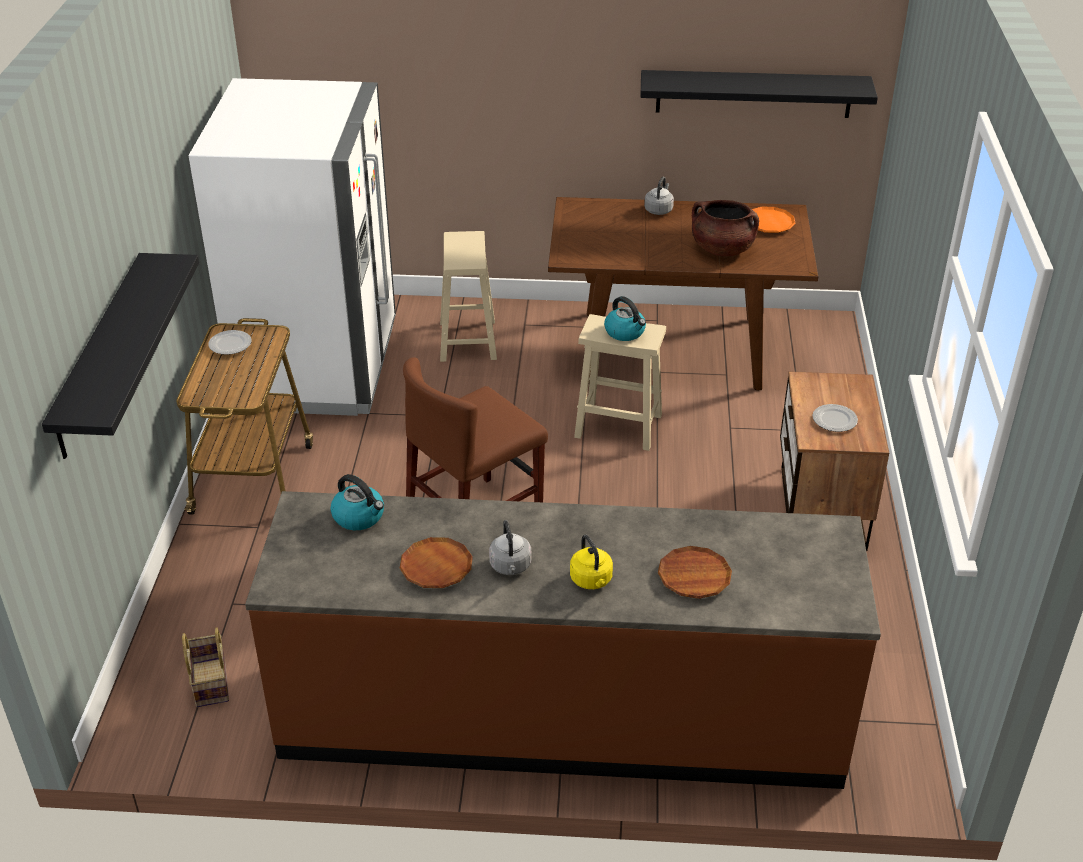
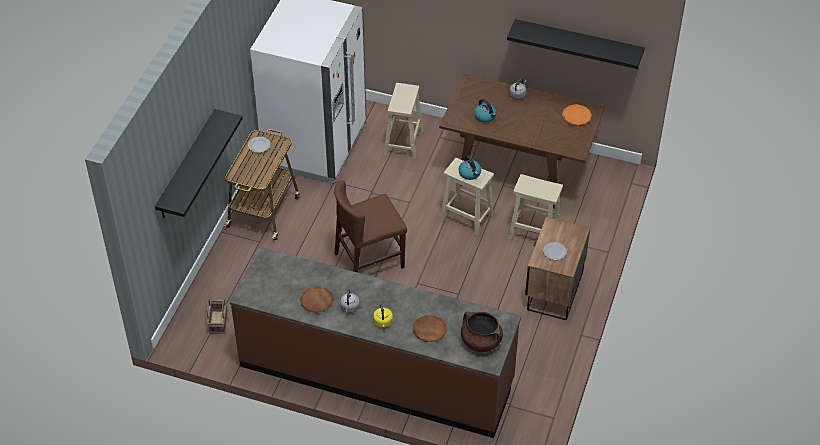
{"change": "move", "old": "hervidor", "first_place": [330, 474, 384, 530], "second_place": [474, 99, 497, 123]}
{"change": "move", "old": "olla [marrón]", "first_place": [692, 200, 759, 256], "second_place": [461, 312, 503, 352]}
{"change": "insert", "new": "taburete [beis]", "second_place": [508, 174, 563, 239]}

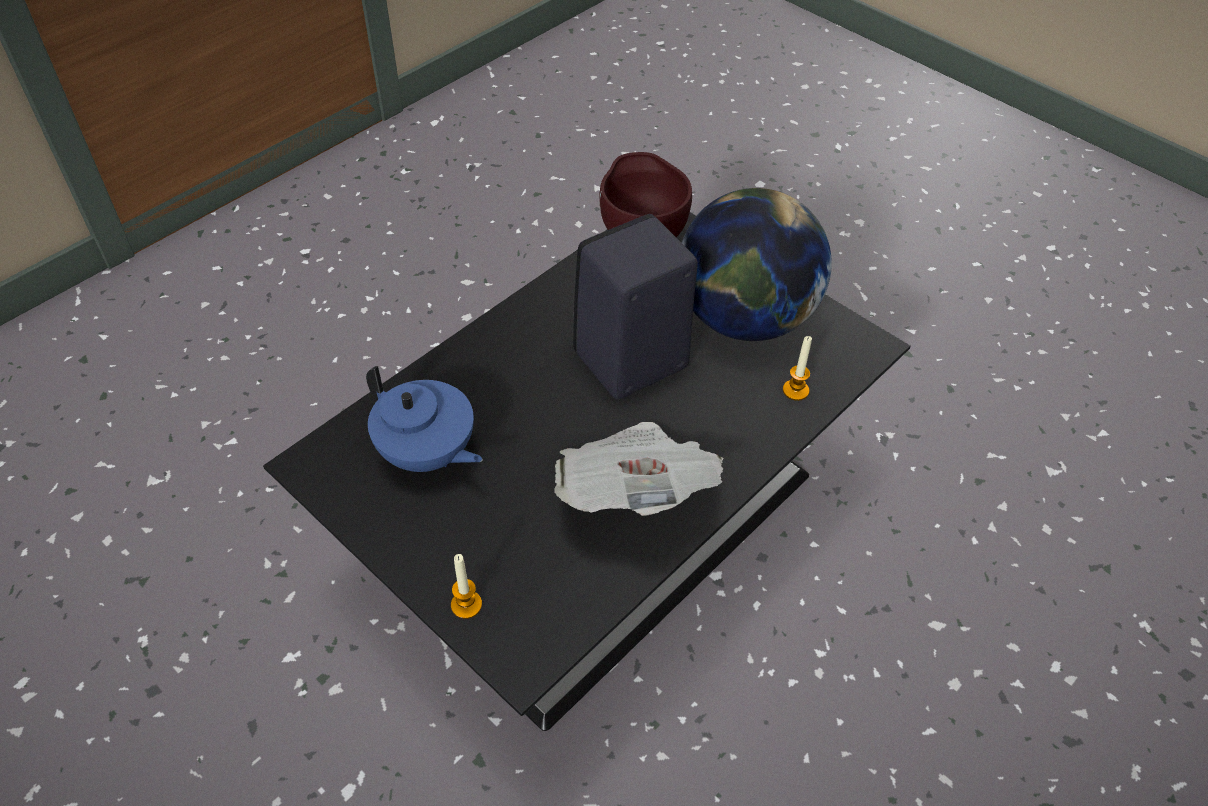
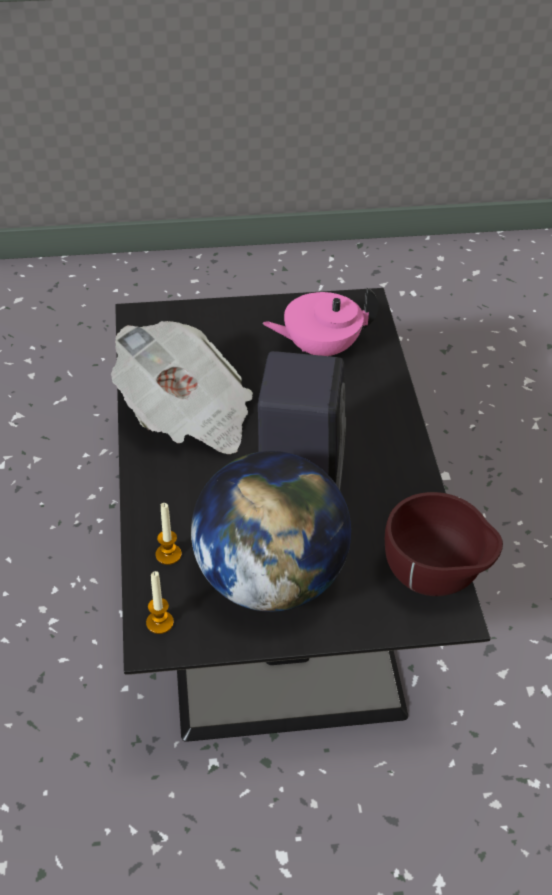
{"change": "recolor", "old": "tetera [azul]", "new": "tetera [rosa]", "first_place": [366, 366, 483, 472], "second_place": [263, 287, 379, 356]}
{"change": "move", "old": "vela", "first_place": [451, 554, 482, 619], "second_place": [146, 571, 174, 634]}

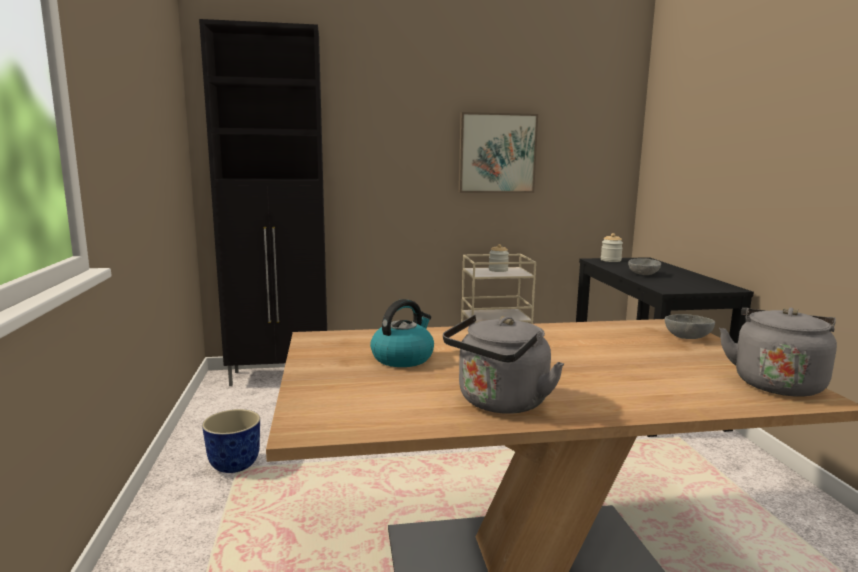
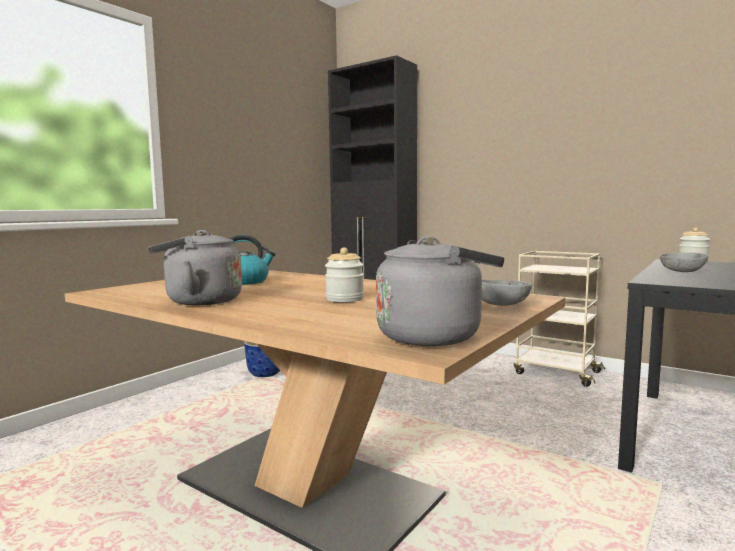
{"change": "delete", "old": "cuadro", "first_place": [459, 112, 538, 193]}
{"change": "move", "old": "tarro", "first_place": [489, 244, 509, 272], "second_place": [325, 247, 364, 302]}

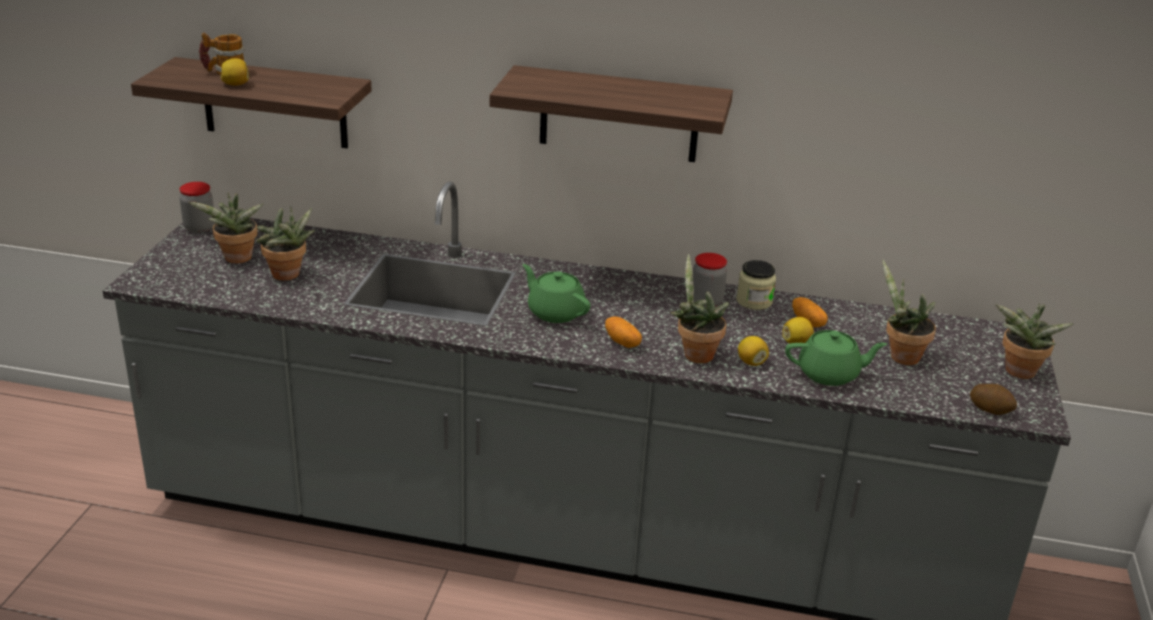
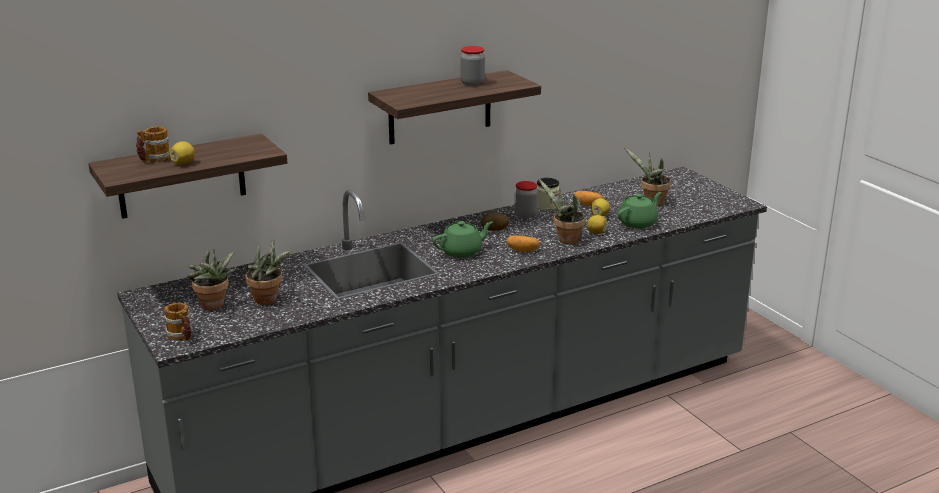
{"change": "move", "old": "tarro", "first_place": [179, 182, 215, 233], "second_place": [460, 46, 485, 86]}
{"change": "rotate", "old": "tetera [verde]", "first_place": [523, 264, 591, 323], "second_place": [432, 221, 493, 258], "degrees": 150}
{"change": "move", "old": "patata", "first_place": [970, 384, 1017, 415], "second_place": [481, 213, 510, 231]}
{"change": "delete", "old": "planta en maceta", "first_place": [995, 303, 1074, 379]}
{"change": "insert", "new": "taza grande", "second_place": [164, 302, 193, 341]}

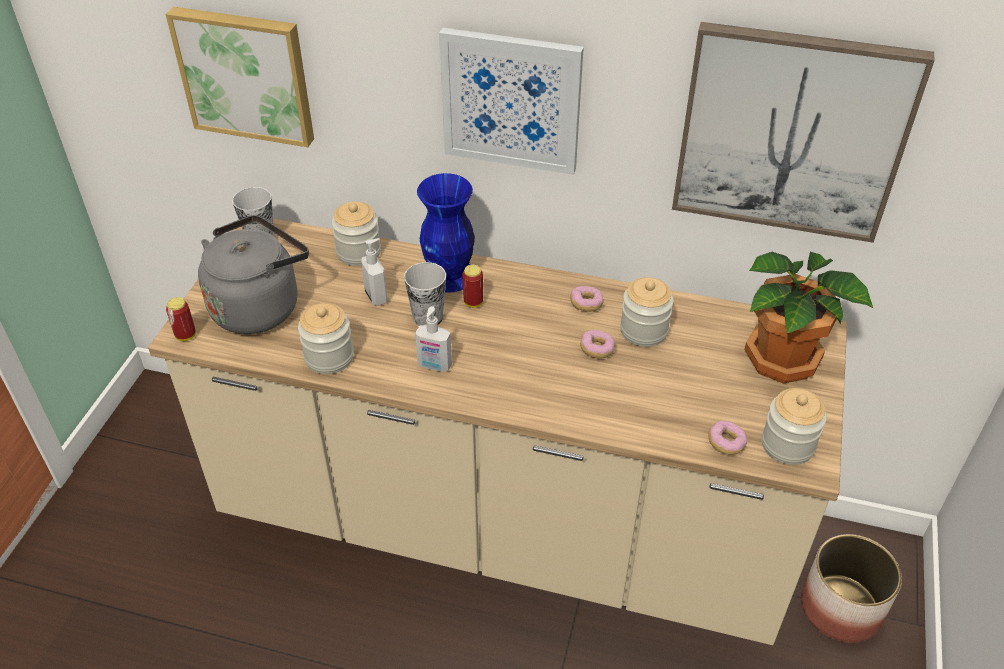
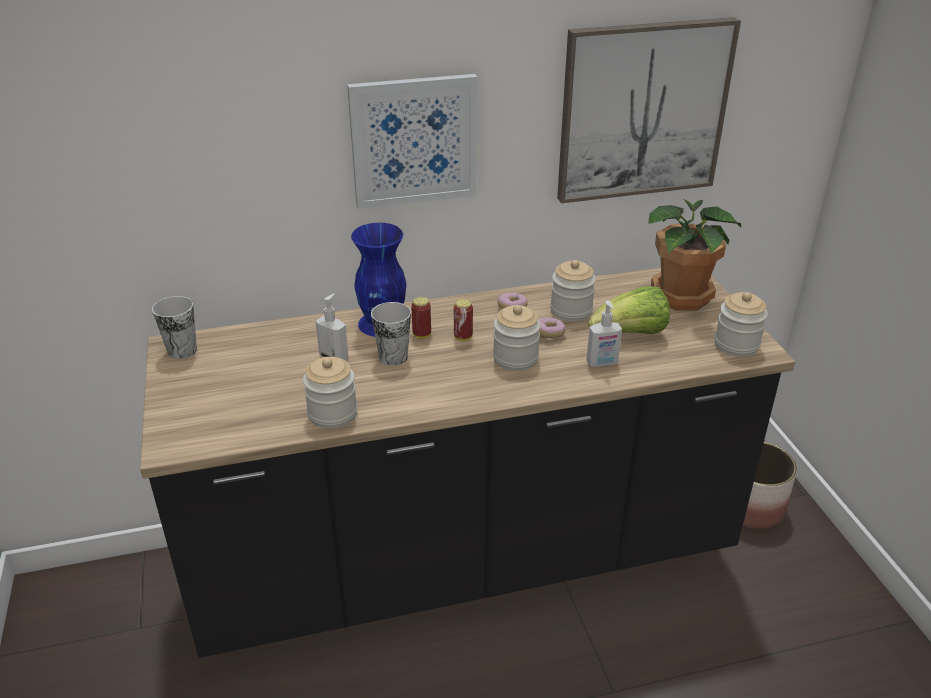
{"change": "recolor", "old": "mueble bajo de cocina [beis]", "new": "mueble bajo de cocina [negro]", "first_place": [148, 219, 847, 645], "second_place": [140, 267, 795, 658]}
{"change": "delete", "old": "cuadro", "first_place": [166, 7, 314, 147]}
{"change": "move", "old": "lata", "first_place": [166, 297, 196, 341], "second_place": [454, 299, 473, 341]}
{"change": "delete", "old": "hervidor [gris]", "first_place": [198, 215, 309, 334]}
{"change": "move", "old": "tarro", "first_place": [332, 202, 381, 266], "second_place": [493, 305, 541, 371]}
{"change": "move", "old": "dispensador de jabón", "first_place": [415, 306, 452, 372], "second_place": [586, 300, 622, 367]}
{"change": "delete", "old": "rosquilla", "first_place": [708, 421, 747, 455]}
{"change": "insert", "new": "lechuga", "second_place": [588, 287, 670, 334]}

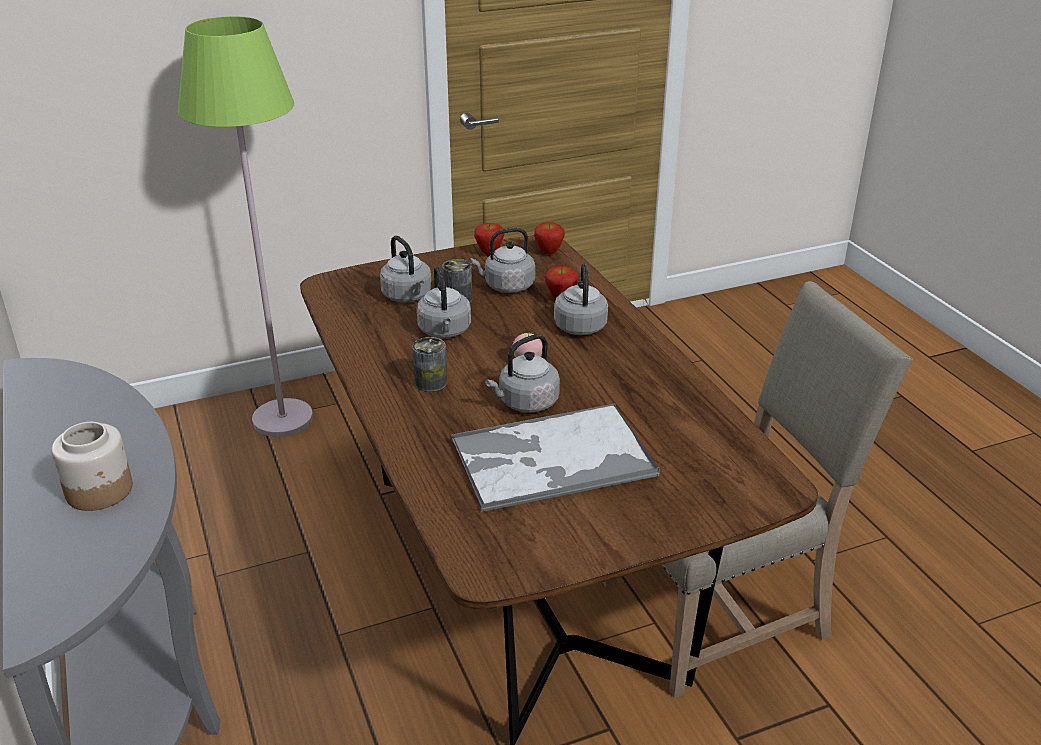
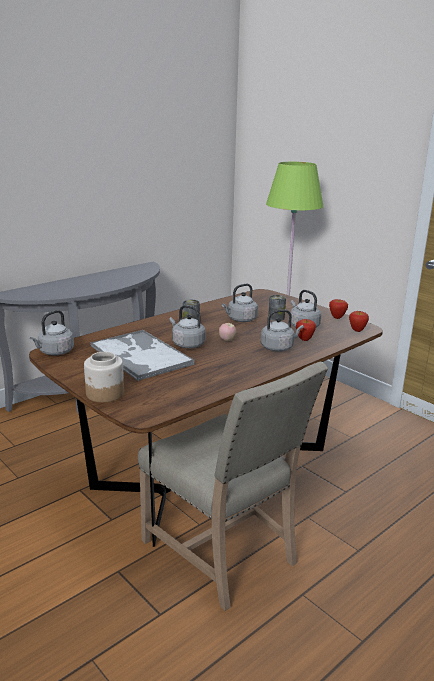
{"change": "move", "old": "tarro", "first_place": [51, 422, 133, 511], "second_place": [84, 352, 124, 403]}
{"change": "move", "old": "hervidor [gris]", "first_place": [380, 236, 432, 303], "second_place": [30, 310, 74, 355]}

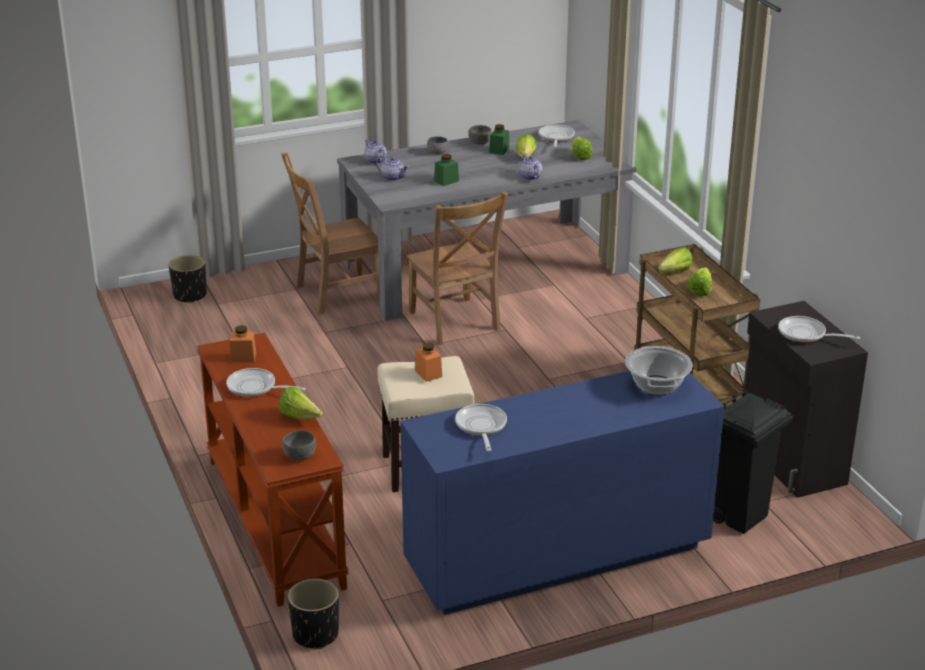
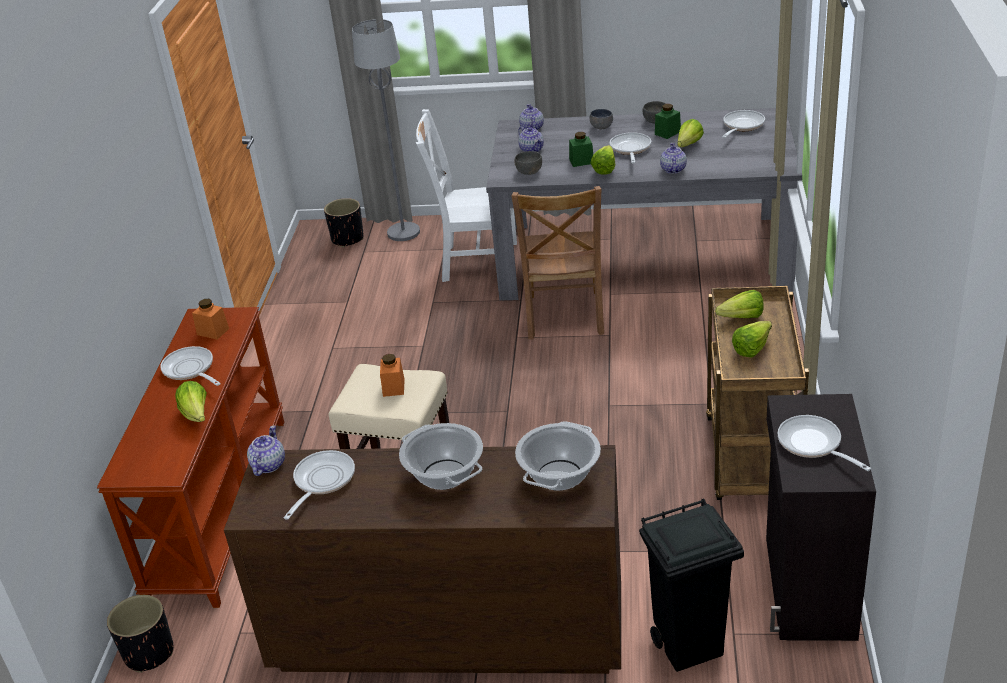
{"change": "recolor", "old": "silla [marrón]", "new": "silla [blanco]", "first_place": [281, 153, 380, 315], "second_place": [416, 109, 517, 282]}
{"change": "move", "old": "cuenco [gris]", "first_place": [282, 430, 316, 461], "second_place": [515, 151, 542, 175]}
{"change": "recolor", "old": "cómoda [azul]", "new": "cómoda [marrón]", "first_place": [400, 371, 724, 615], "second_place": [224, 445, 621, 674]}
{"change": "move", "old": "lechuga", "first_place": [572, 136, 593, 160], "second_place": [591, 145, 616, 175]}
{"change": "insert", "new": "tetera", "second_place": [247, 425, 285, 476]}
{"change": "insert", "new": "lámpara de pie [gris]", "second_place": [352, 19, 420, 241]}
{"change": "insert", "new": "olla", "second_place": [399, 423, 483, 490]}
{"change": "insert", "new": "sartén", "second_place": [609, 132, 651, 163]}

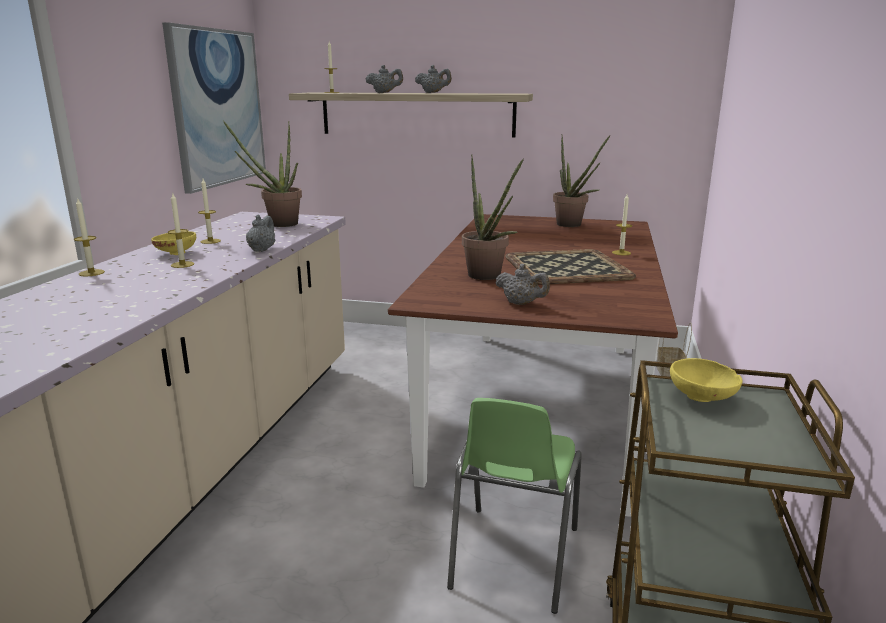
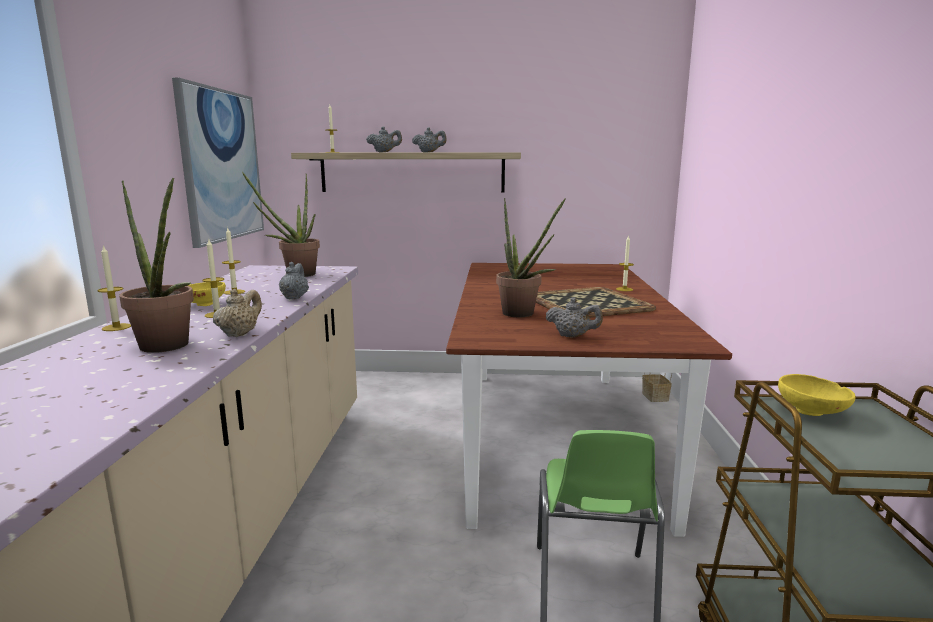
{"change": "move", "old": "planta en maceta", "first_place": [553, 135, 610, 227], "second_place": [119, 178, 194, 353]}
{"change": "insert", "new": "tetera [beis]", "second_place": [213, 289, 262, 337]}

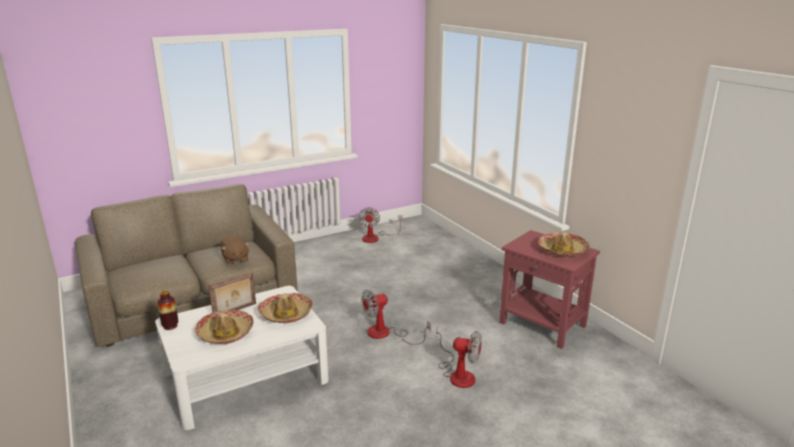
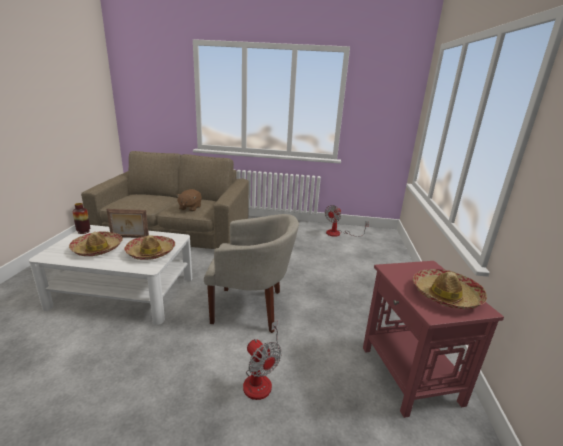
{"change": "replace", "old": "ventilador", "new": "sillón [beis]", "first_place": [361, 290, 431, 345], "second_place": [204, 214, 299, 333]}

